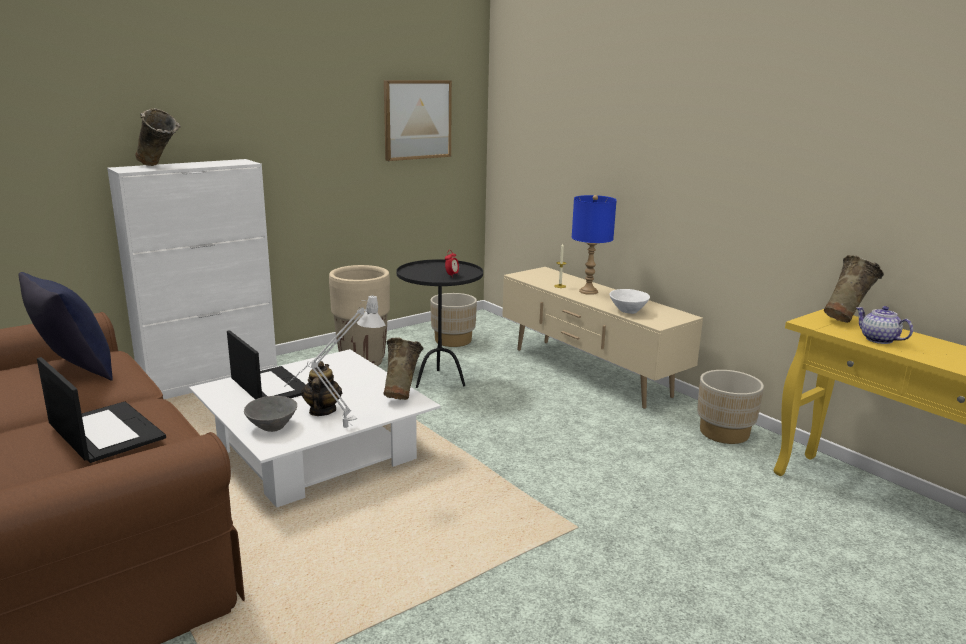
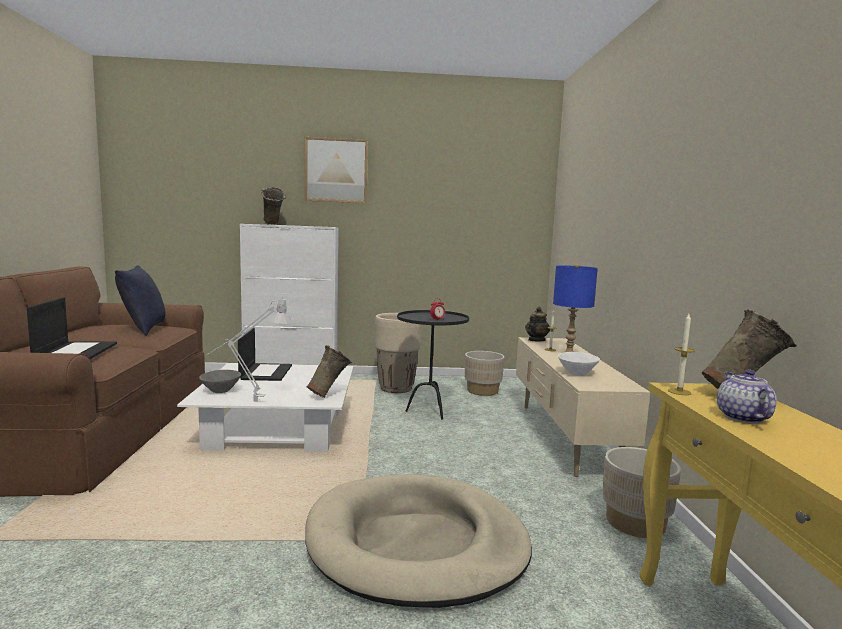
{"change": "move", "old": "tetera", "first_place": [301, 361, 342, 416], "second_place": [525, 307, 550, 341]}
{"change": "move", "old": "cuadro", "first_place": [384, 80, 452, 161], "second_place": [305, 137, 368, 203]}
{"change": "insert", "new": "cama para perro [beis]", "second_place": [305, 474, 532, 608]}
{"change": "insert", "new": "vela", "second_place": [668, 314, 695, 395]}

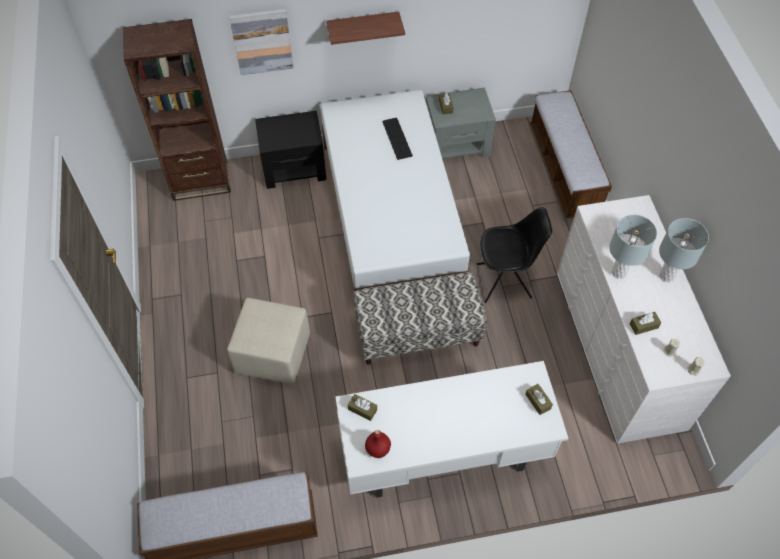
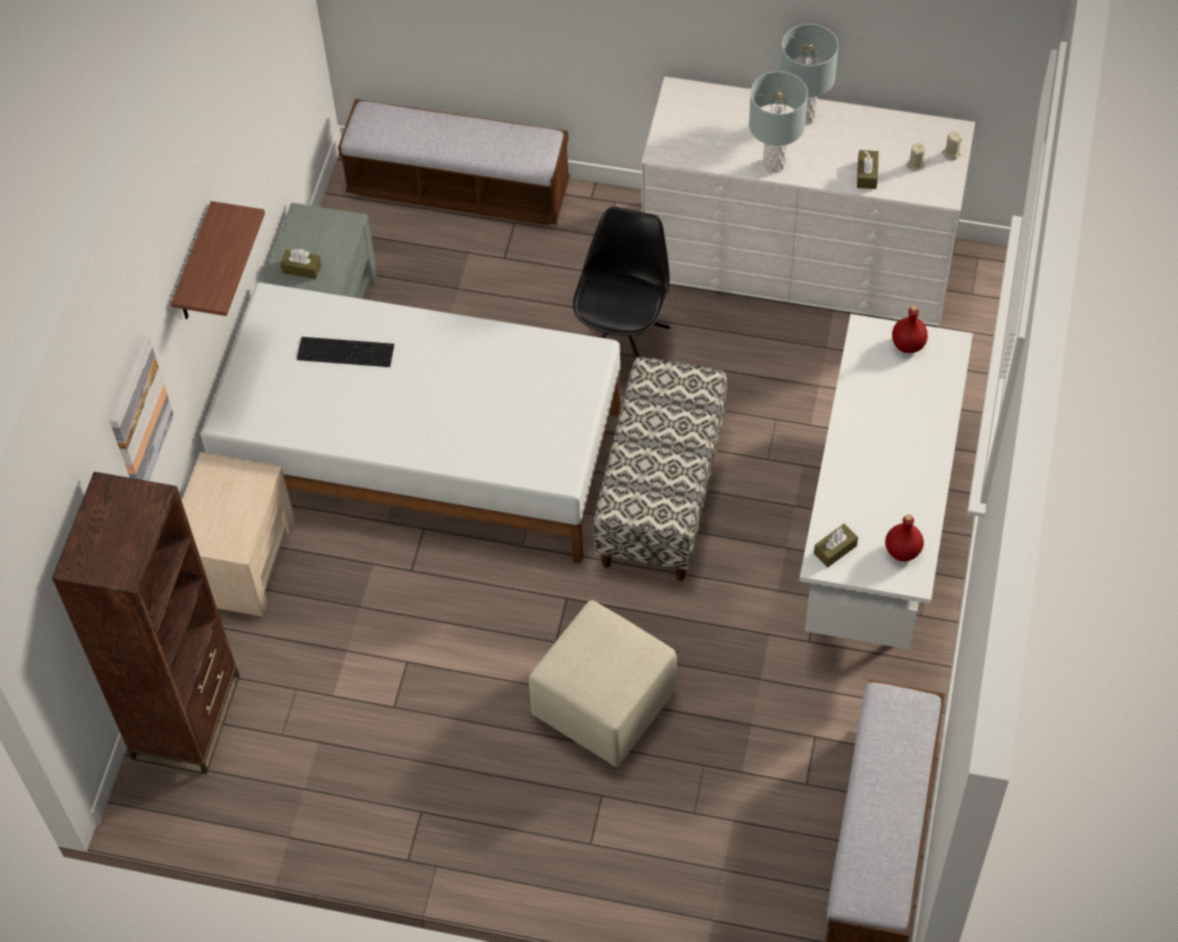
{"change": "recolor", "old": "mesita de noche [negro]", "new": "mesita de noche [beis]", "first_place": [255, 111, 326, 189], "second_place": [182, 452, 295, 616]}
{"change": "replace", "old": "caja de pañuelos [marrón]", "new": "botella [rojo]", "first_place": [525, 384, 553, 415], "second_place": [892, 305, 928, 353]}

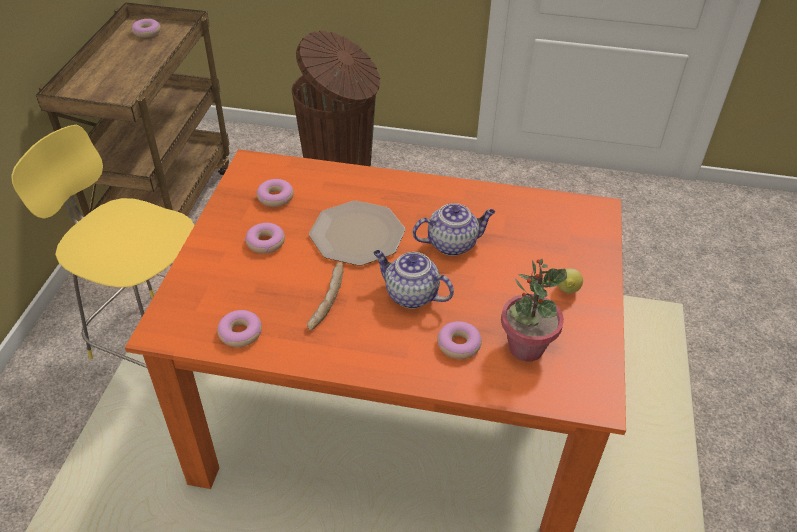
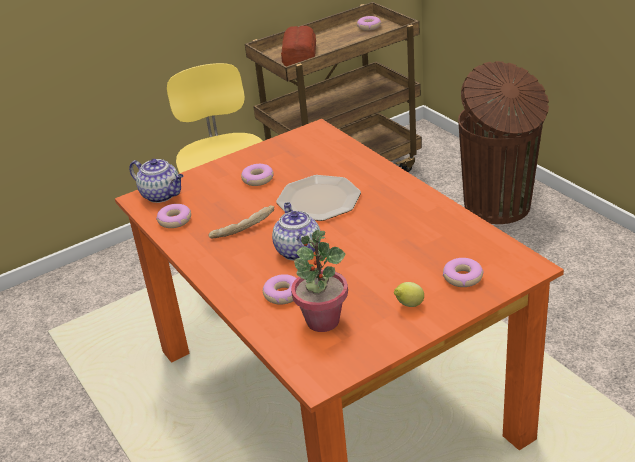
{"change": "move", "old": "rosquilla", "first_place": [257, 179, 294, 207], "second_place": [443, 258, 484, 287]}
{"change": "move", "old": "tetera", "first_place": [413, 203, 495, 256], "second_place": [129, 159, 184, 203]}
{"change": "insert", "new": "pan", "second_place": [281, 26, 316, 66]}

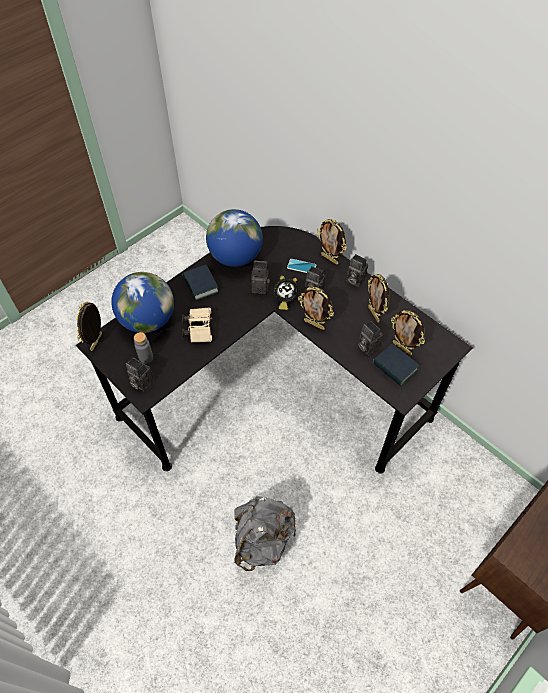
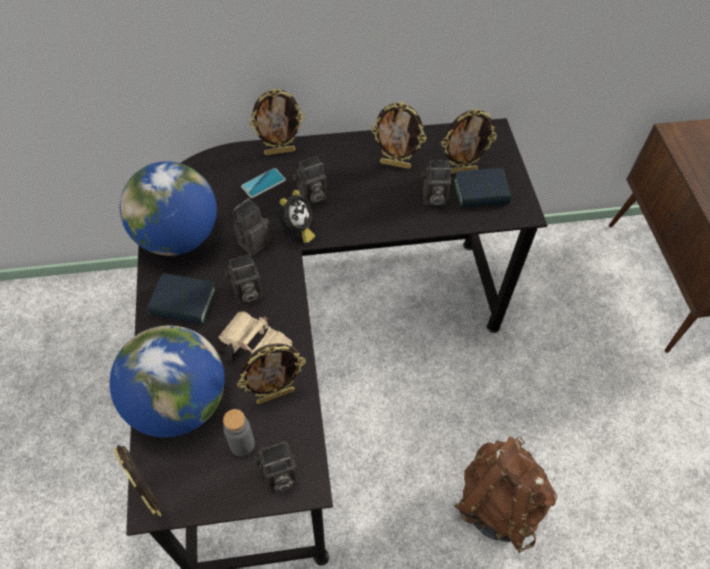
{"change": "recolor", "old": "mochila [gris]", "new": "mochila [marrón]", "first_place": [234, 497, 296, 571], "second_place": [454, 436, 557, 553]}
{"change": "move", "old": "portarretratos", "first_place": [298, 286, 334, 330], "second_place": [237, 343, 306, 404]}
{"change": "move", "old": "cámara", "first_place": [347, 254, 368, 287], "second_place": [225, 254, 262, 304]}

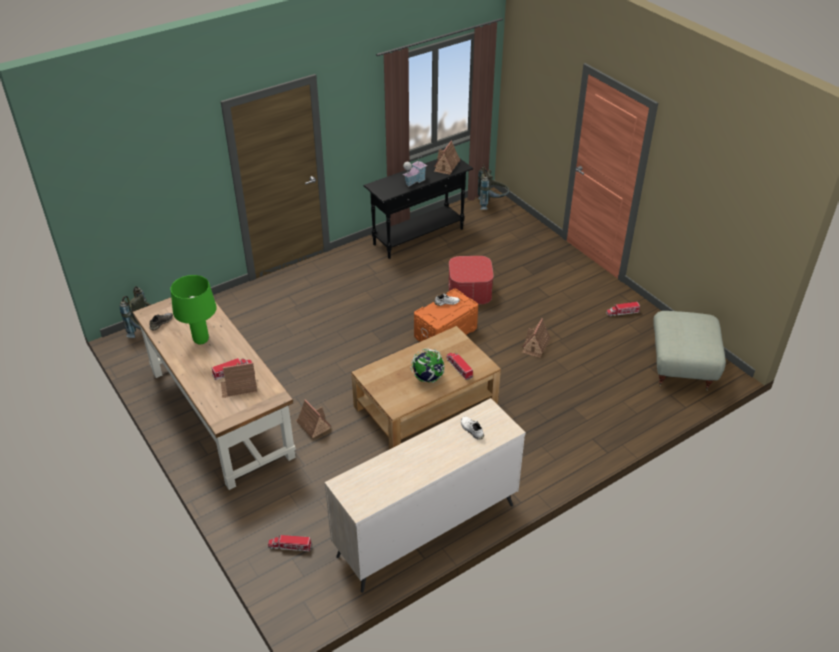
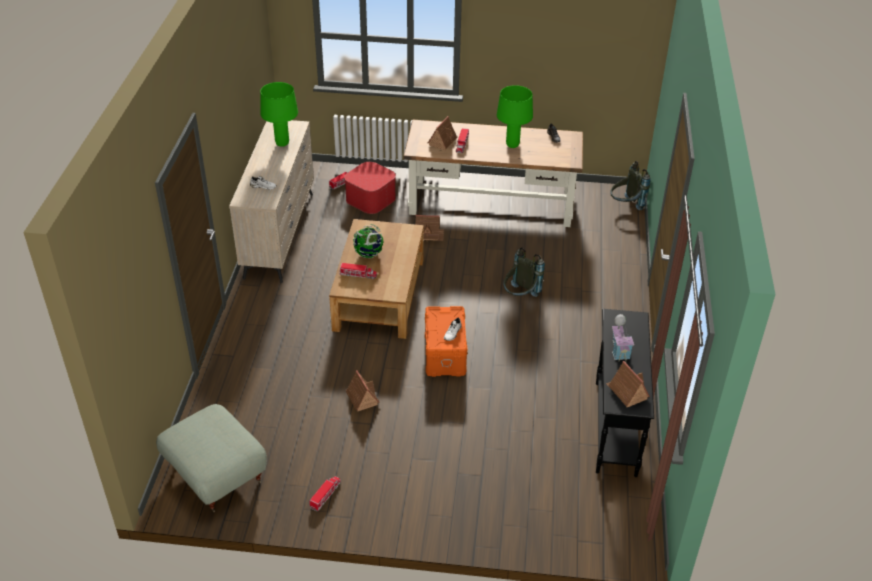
{"change": "move", "old": "puf", "first_place": [449, 256, 494, 304], "second_place": [344, 162, 396, 214]}
{"change": "move", "old": "mochila [gris]", "first_place": [478, 164, 510, 210], "second_place": [503, 247, 545, 297]}
{"change": "insert", "new": "lámpara de mesa [verde]", "second_place": [260, 82, 298, 147]}

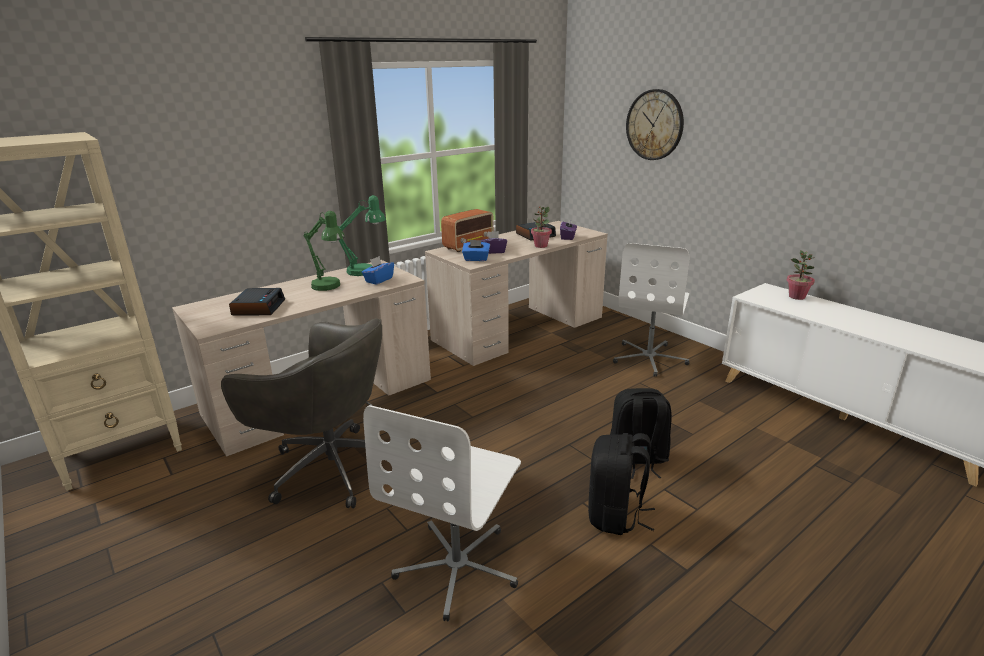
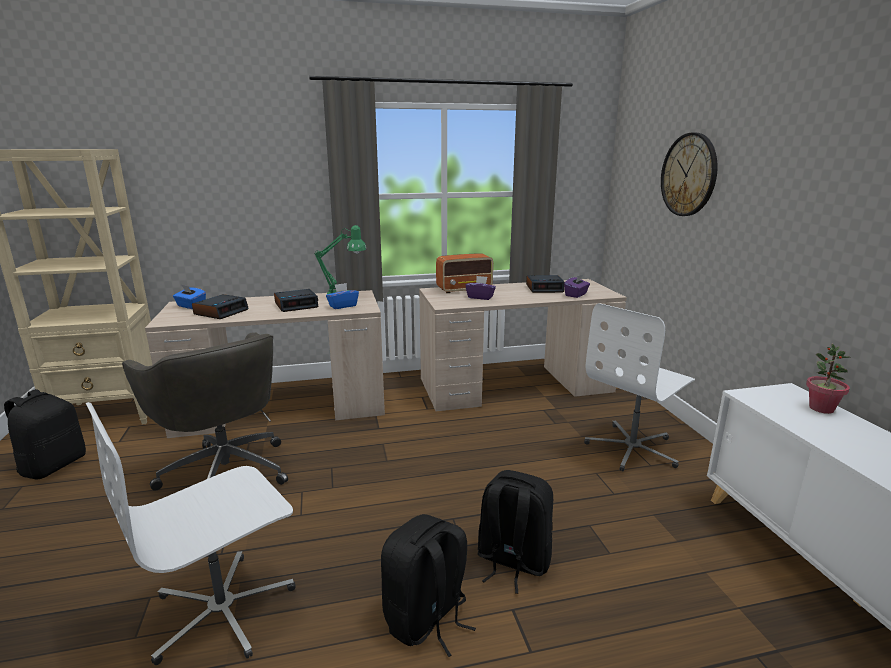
{"change": "replace", "old": "lámpara de mesa [verde]", "new": "despertador", "first_place": [303, 211, 345, 291], "second_place": [274, 289, 318, 312]}
{"change": "move", "old": "caja de pañuelos [azul]", "first_place": [462, 240, 490, 261], "second_place": [173, 285, 206, 309]}
{"change": "delete", "old": "planta en maceta", "first_place": [531, 206, 552, 248]}
{"change": "insert", "new": "mochila [negro]", "second_place": [4, 389, 86, 480]}

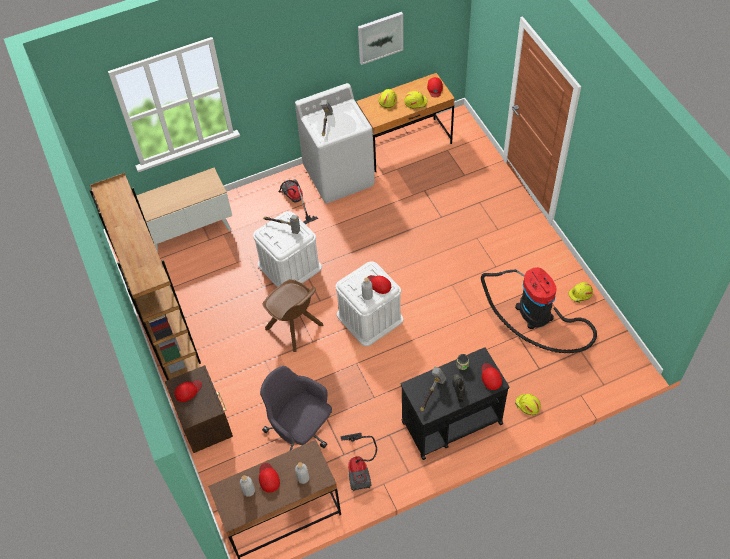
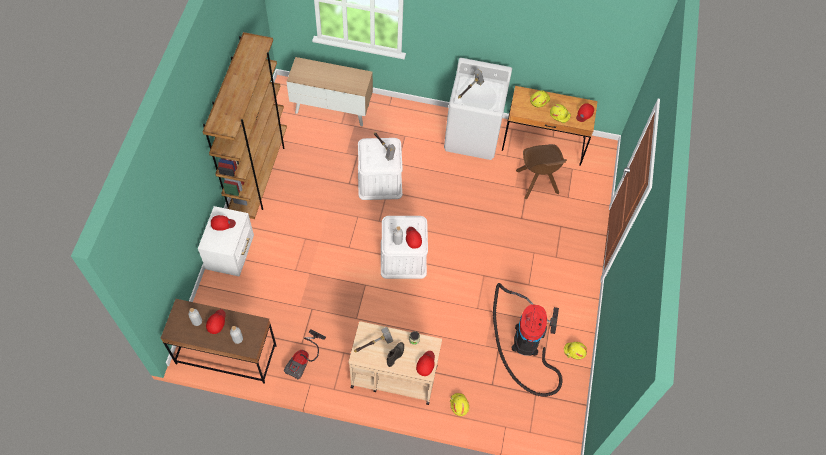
{"change": "recolor", "old": "mesita de noche [marrón]", "new": "mesita de noche [blanco]", "first_place": [165, 365, 233, 453], "second_place": [198, 206, 254, 277]}
{"change": "delete", "old": "silla de oficina [gris]", "first_place": [260, 366, 332, 450]}
{"change": "move", "old": "silla [marrón]", "first_place": [262, 279, 323, 352], "second_place": [516, 144, 567, 200]}
{"change": "delete", "old": "aspiradora", "first_place": [278, 179, 318, 224]}
{"change": "delete", "old": "cuadro", "first_place": [358, 12, 403, 65]}
{"change": "recolor", "old": "carrito [negro]", "new": "carrito [beis]", "first_place": [401, 347, 509, 460], "second_place": [348, 321, 442, 405]}

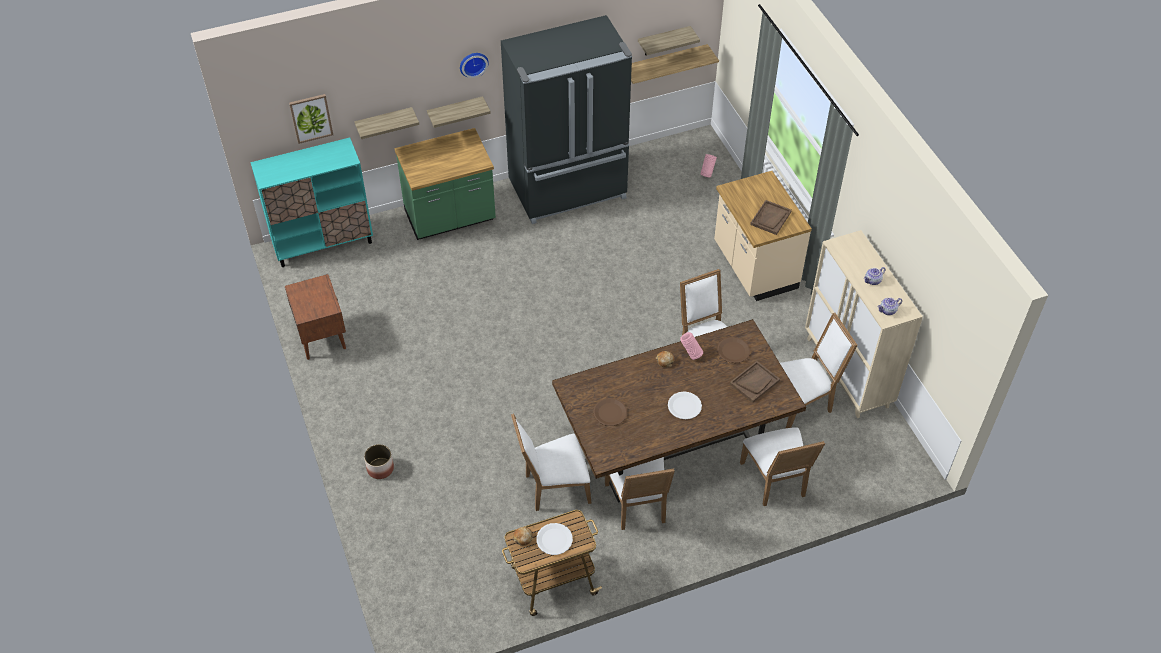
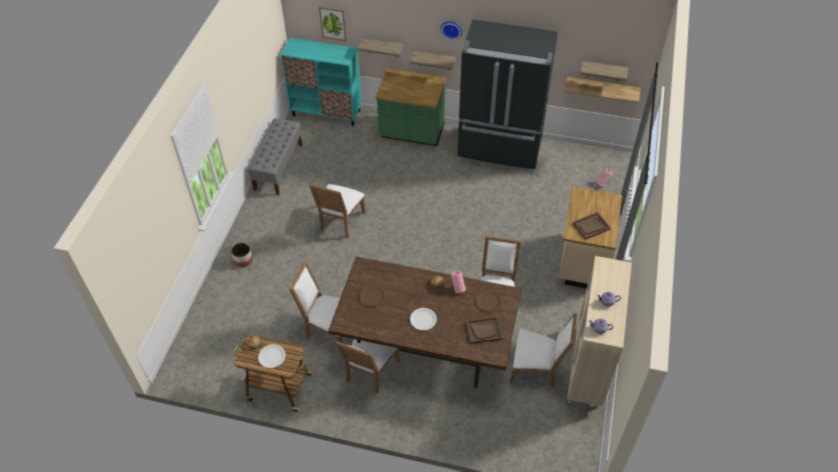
{"change": "replace", "old": "mesita de noche [marrón]", "new": "banco [gris]", "first_place": [285, 274, 346, 360], "second_place": [247, 118, 303, 195]}
{"change": "move", "old": "silla [blanco]", "first_place": [740, 428, 825, 506], "second_place": [309, 184, 365, 238]}

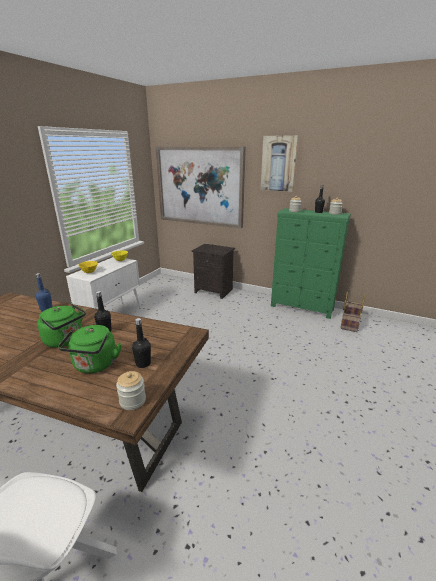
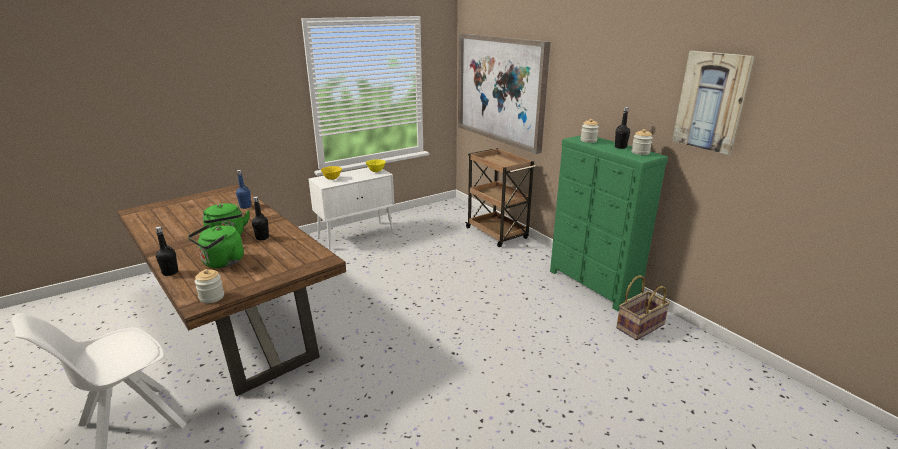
{"change": "move", "old": "botella [negro]", "first_place": [132, 318, 151, 368], "second_place": [155, 226, 178, 276]}
{"change": "replace", "old": "mesita de noche [negro]", "new": "carrito [marrón]", "first_place": [191, 244, 235, 299], "second_place": [465, 148, 536, 247]}
{"change": "move", "old": "cuadro", "first_place": [260, 135, 299, 192], "second_place": [672, 51, 755, 155]}

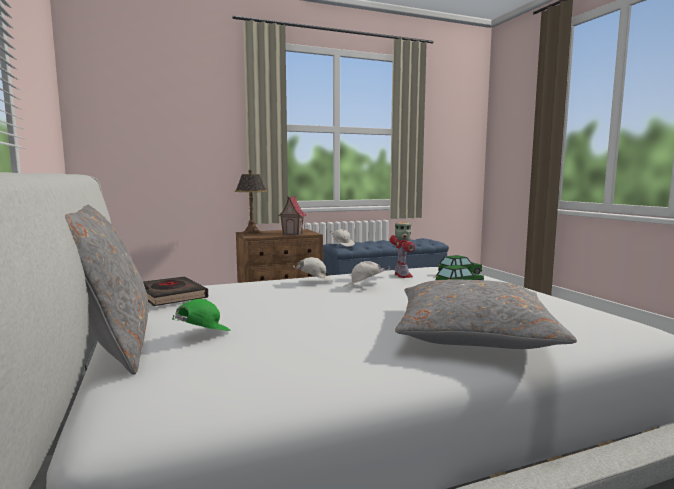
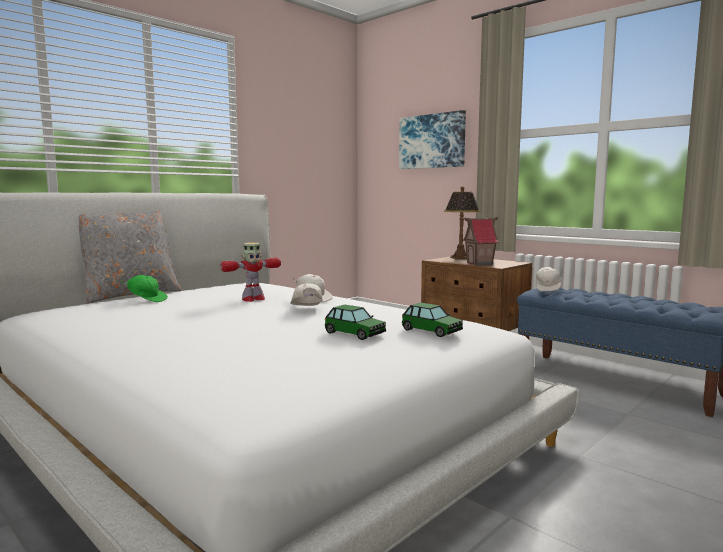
{"change": "delete", "old": "libro [negro]", "first_place": [143, 277, 208, 306]}
{"change": "move", "old": "robot de juguete", "first_place": [390, 222, 415, 278], "second_place": [220, 242, 281, 302]}
{"change": "delete", "old": "cojín [gris]", "first_place": [395, 280, 577, 349]}
{"change": "insert", "new": "cuadro", "second_place": [399, 110, 466, 169]}

